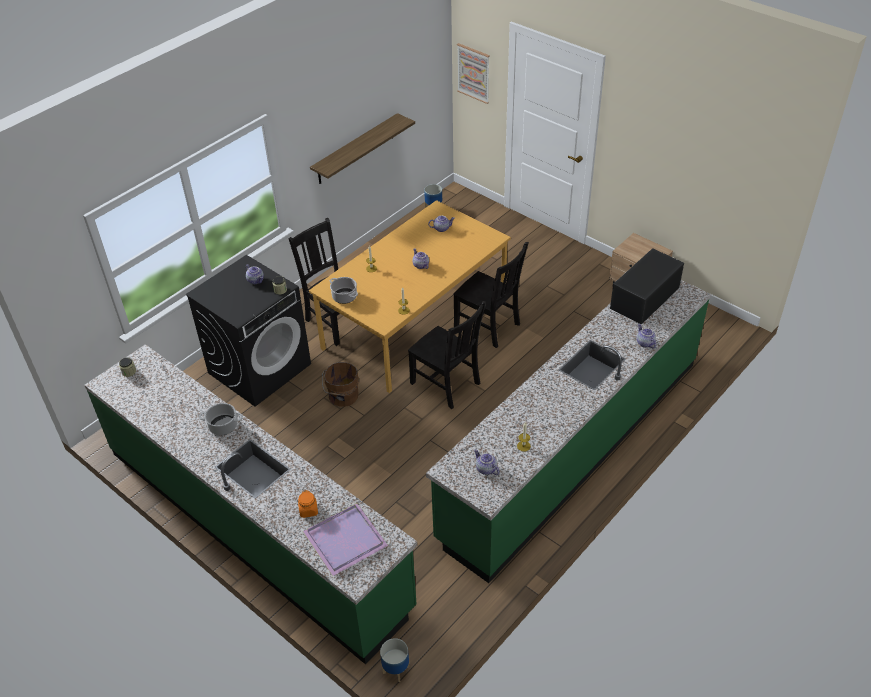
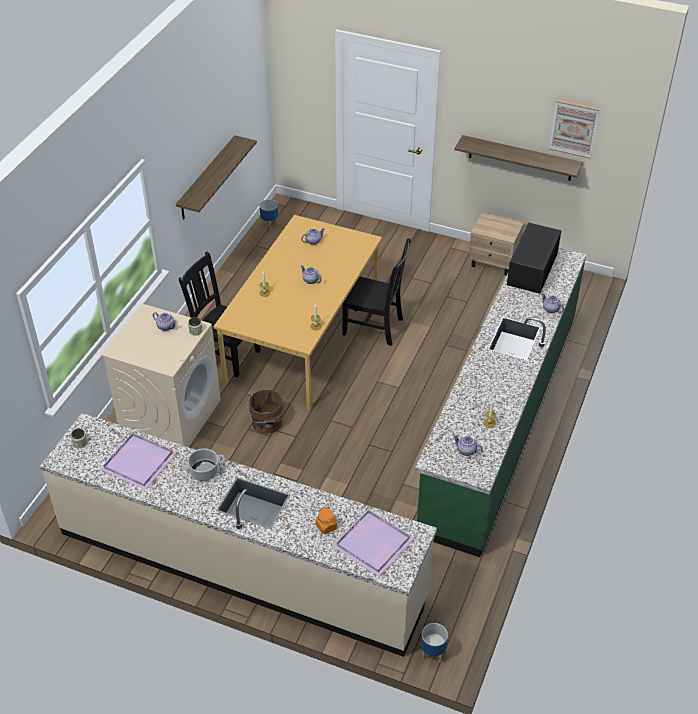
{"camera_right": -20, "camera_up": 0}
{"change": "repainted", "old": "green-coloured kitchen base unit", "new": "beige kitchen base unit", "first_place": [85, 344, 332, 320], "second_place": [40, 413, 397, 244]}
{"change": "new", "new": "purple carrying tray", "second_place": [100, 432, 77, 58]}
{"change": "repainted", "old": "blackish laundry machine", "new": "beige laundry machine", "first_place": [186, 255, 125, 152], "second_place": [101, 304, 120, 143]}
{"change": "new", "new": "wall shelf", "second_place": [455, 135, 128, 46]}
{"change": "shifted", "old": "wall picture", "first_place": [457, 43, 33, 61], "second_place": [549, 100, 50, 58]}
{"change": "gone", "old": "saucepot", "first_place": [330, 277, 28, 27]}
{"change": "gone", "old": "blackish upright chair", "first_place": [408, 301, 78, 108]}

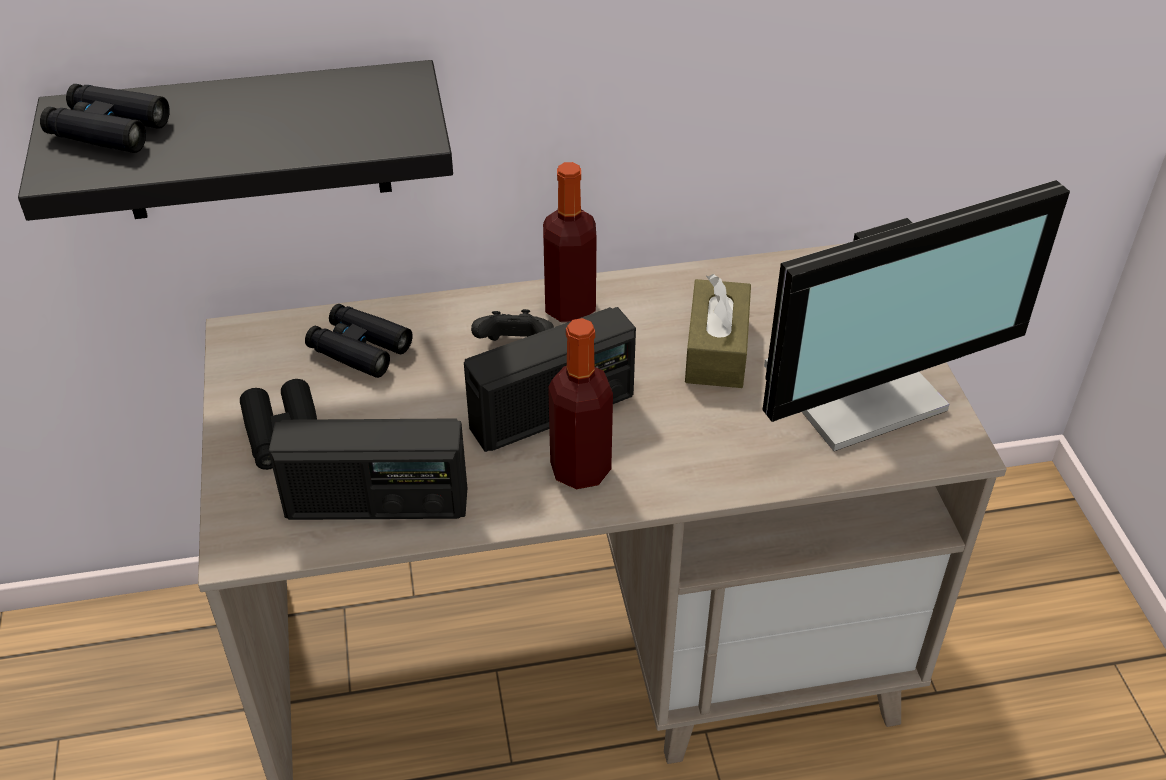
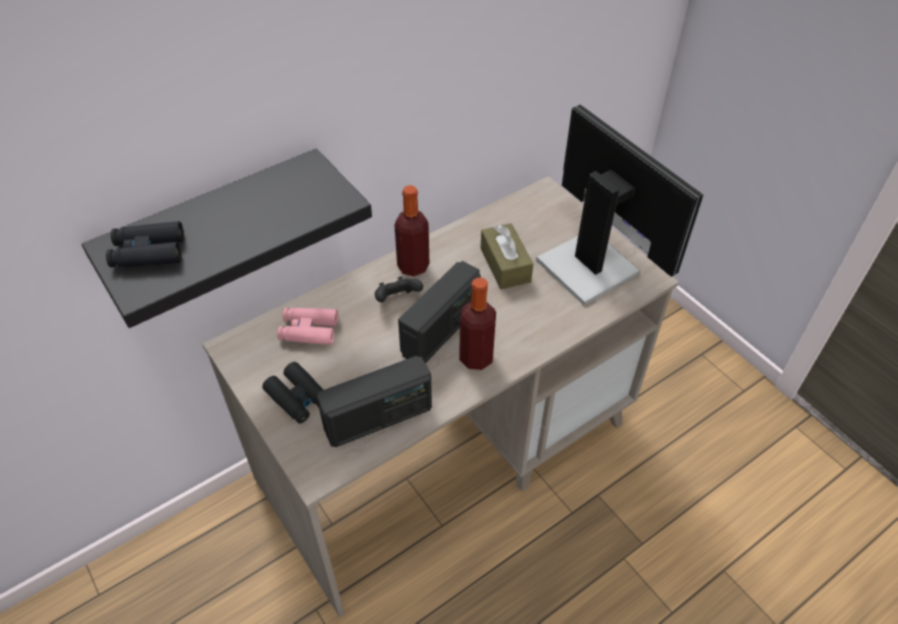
{"camera_right": -25, "camera_up": 5}
{"change": "repainted", "old": "blackish binoculars", "new": "pink-coloured binoculars", "first_place": [305, 304, 107, 74], "second_place": [277, 308, 61, 37]}
{"change": "rotated", "old": "computer display", "first_place": [762, 180, 308, 271], "second_place": [536, 104, 167, 201], "degrees": -75}

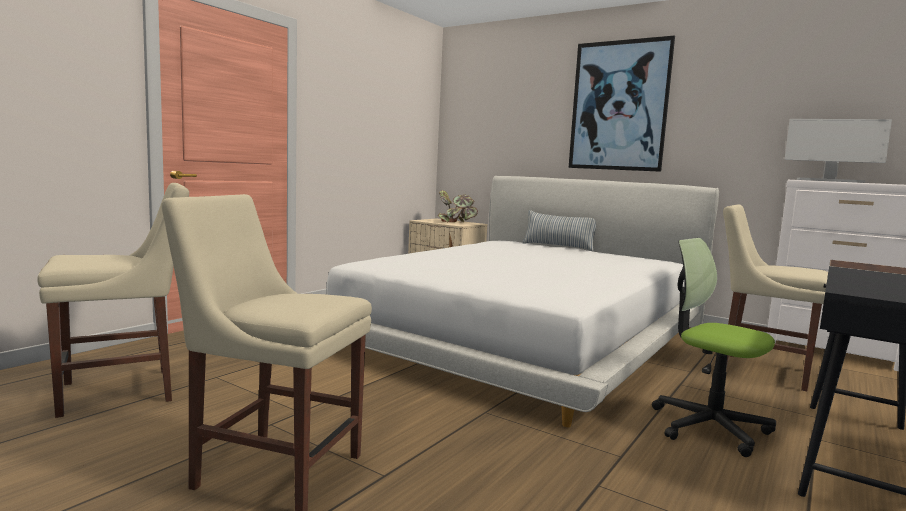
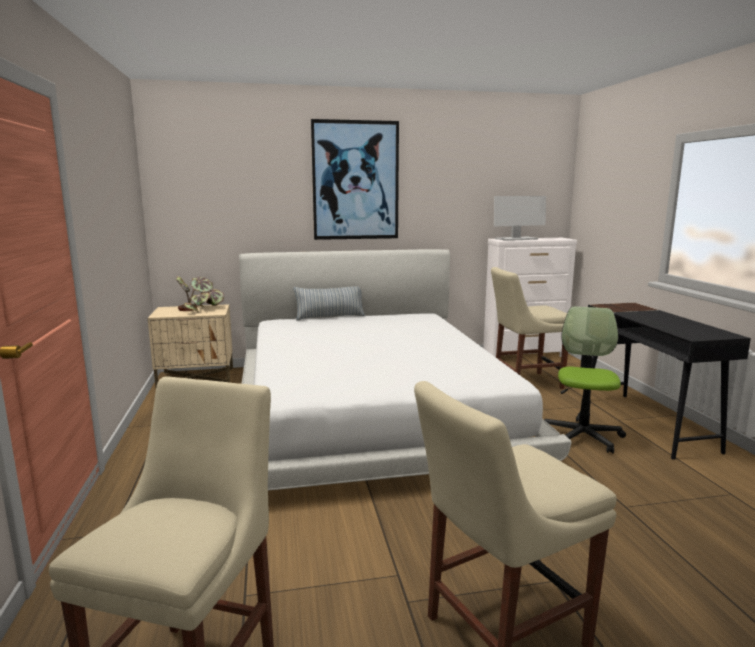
{"camera_right": -45, "camera_up": 5}
{"change": "rotated", "old": "desk chair", "first_place": [652, 238, 124, 219], "second_place": [544, 306, 82, 147], "degrees": 105}

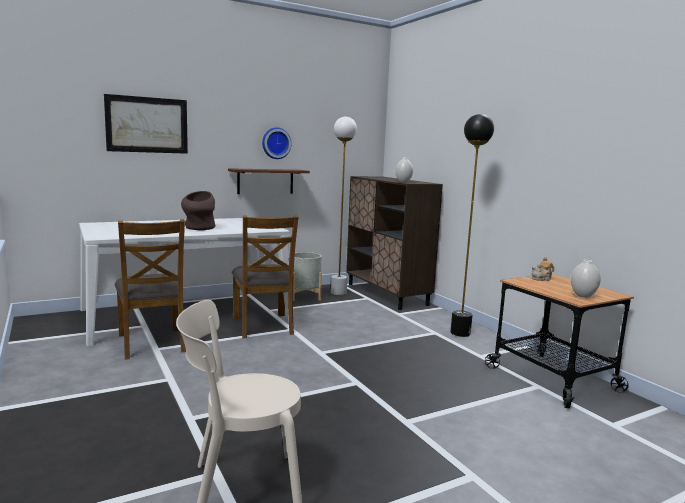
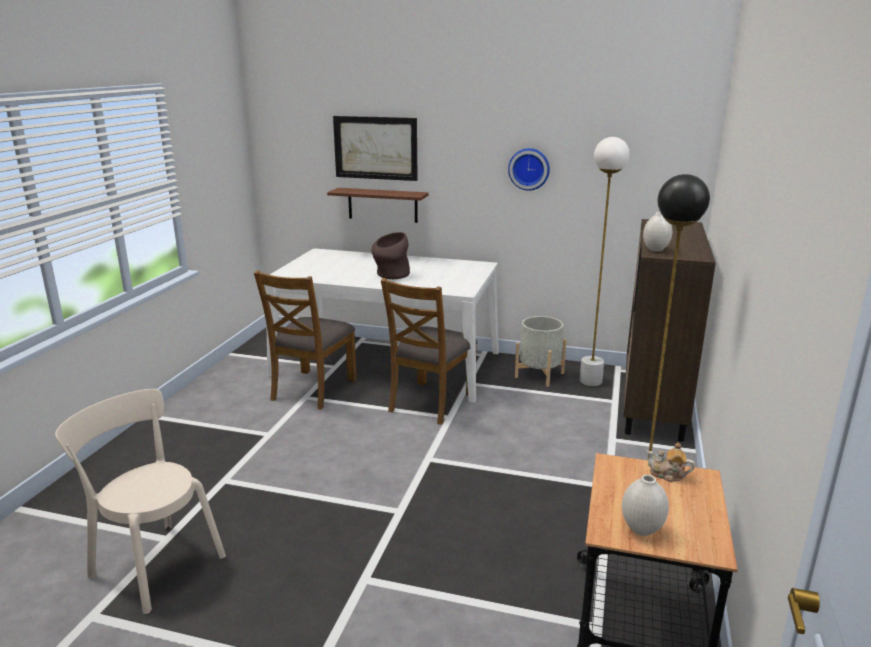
{"camera_right": 45, "camera_up": 10}
{"change": "shifted", "old": "brownish wall shelf", "first_place": [228, 168, 82, 26], "second_place": [327, 188, 102, 35]}

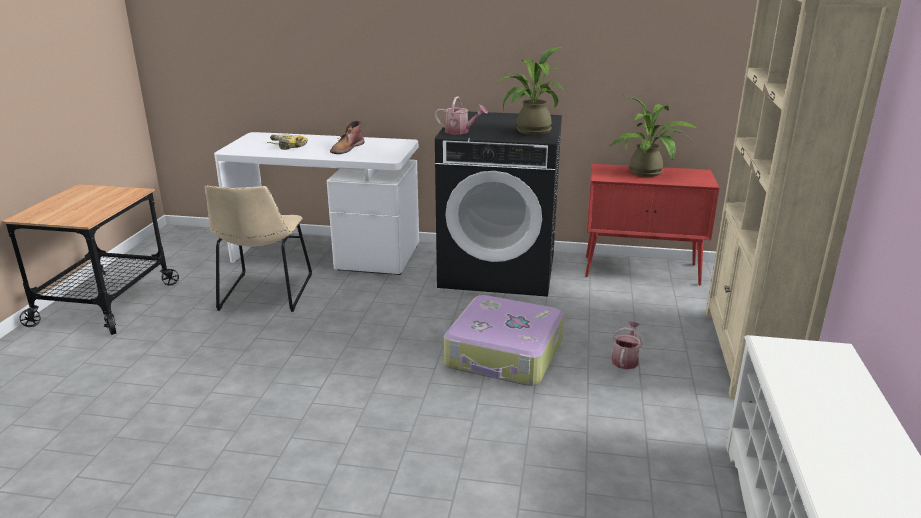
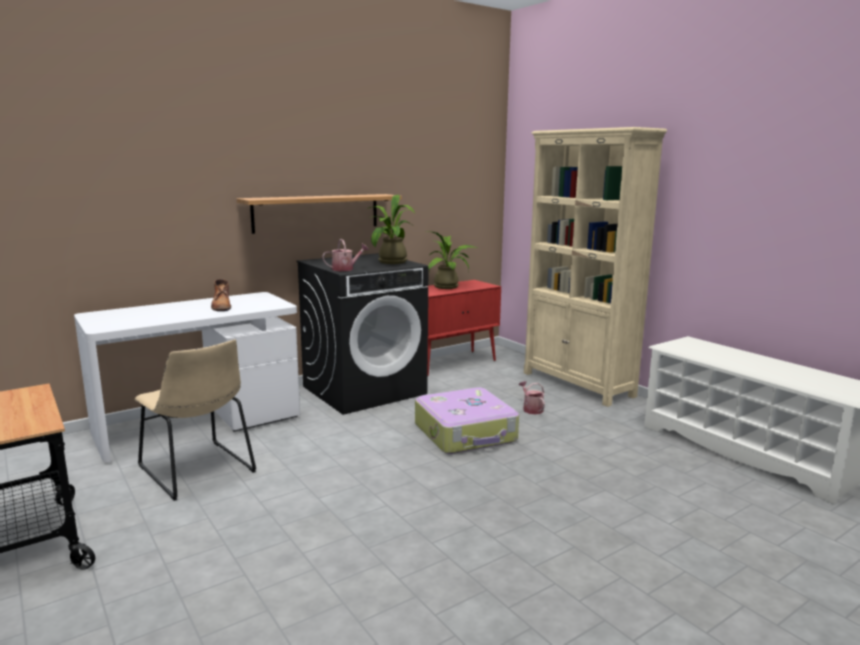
{"camera_right": -45, "camera_up": -10}
{"change": "new", "new": "wall shelf", "second_place": [237, 194, 165, 40]}
{"change": "gone", "old": "electric drill", "first_place": [267, 134, 41, 16]}

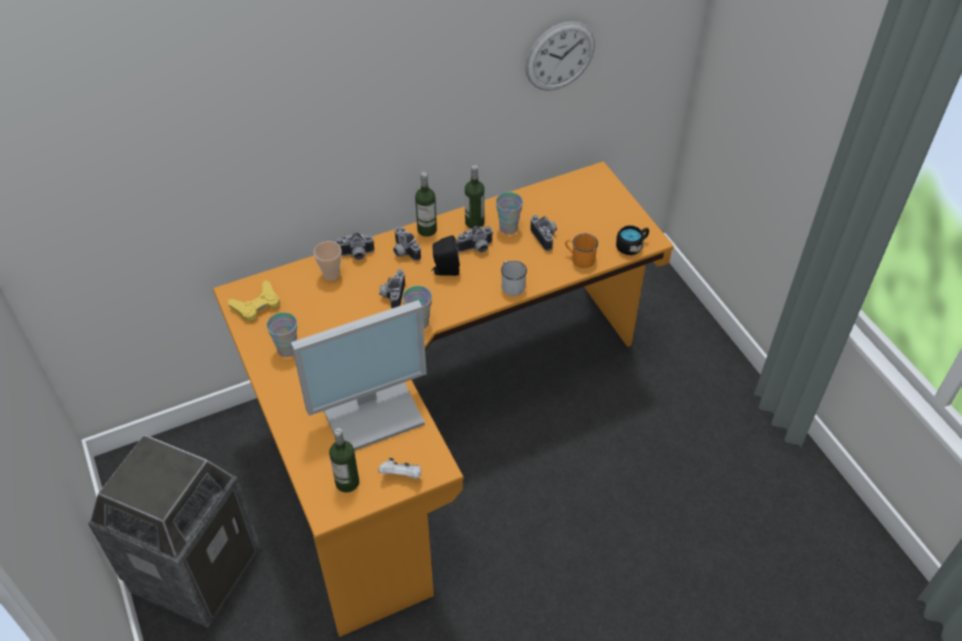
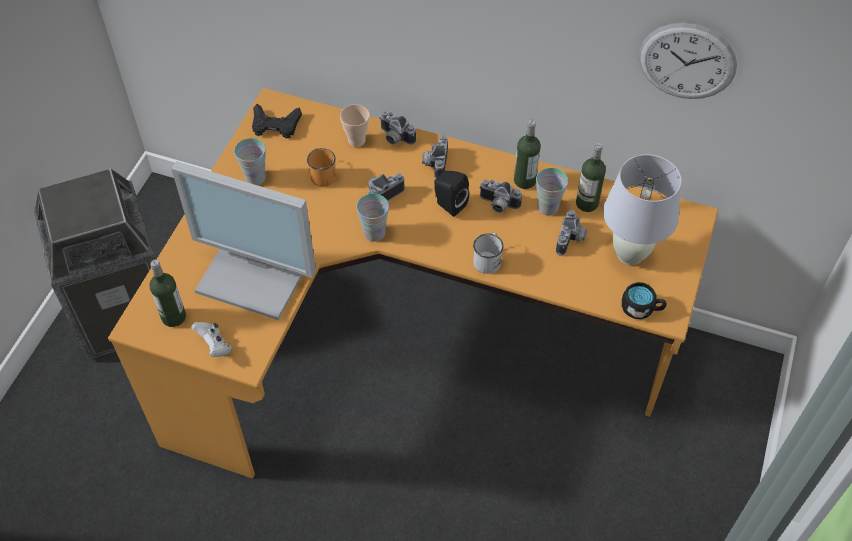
{"camera_right": 45, "camera_up": 5}
{"change": "repainted", "old": "yellowish game controller", "new": "blackish game controller", "first_place": [228, 280, 52, 42], "second_place": [252, 104, 50, 35]}
{"change": "shifted", "old": "orangey mug", "first_place": [565, 234, 33, 34], "second_place": [307, 148, 29, 39]}
{"change": "shifted", "old": "bottle", "first_place": [415, 172, 22, 65], "second_place": [576, 143, 30, 69]}
{"change": "new", "new": "whitish lamp for a table", "second_place": [603, 154, 78, 111]}

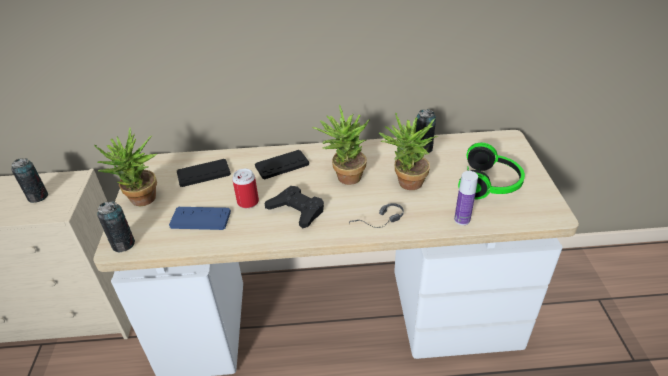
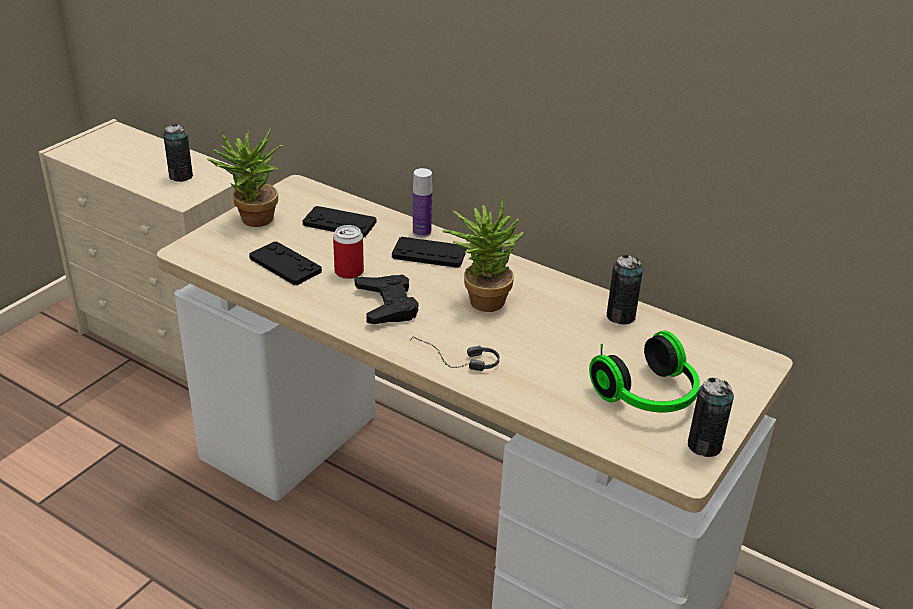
{"camera_right": 35, "camera_up": -5}
{"change": "repainted", "old": "blue game controller", "new": "blackish game controller", "first_place": [169, 207, 62, 23], "second_place": [249, 241, 73, 44]}
{"change": "shifted", "old": "bottle", "first_place": [454, 171, 24, 54], "second_place": [413, 168, 19, 69]}
{"change": "shifted", "old": "sealed can", "first_place": [97, 201, 38, 51], "second_place": [688, 378, 46, 79]}
{"change": "gone", "old": "plant in a pot", "first_place": [379, 112, 59, 78]}

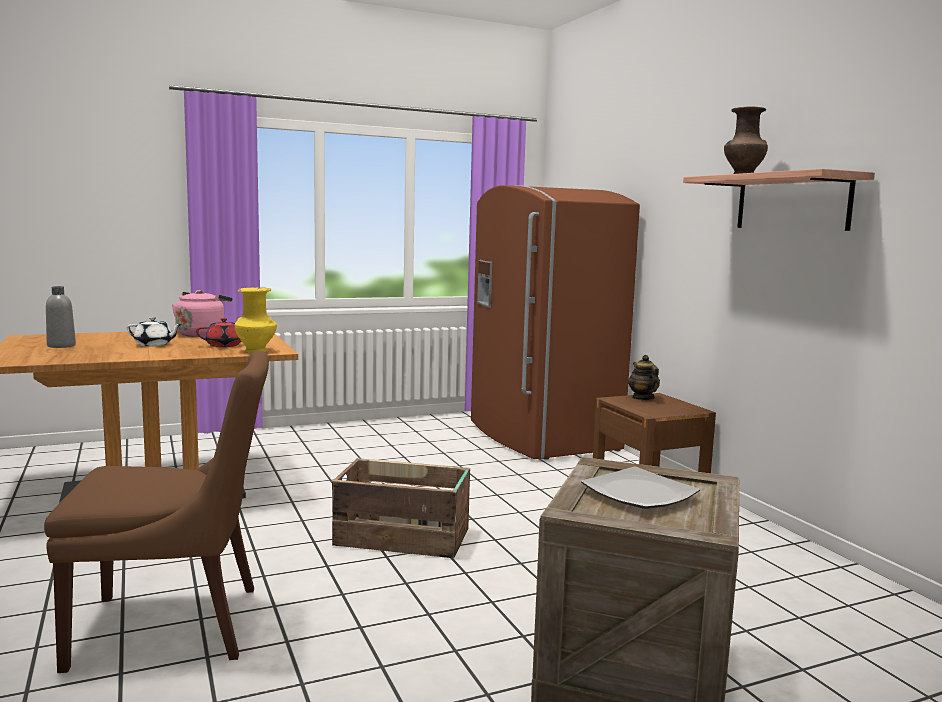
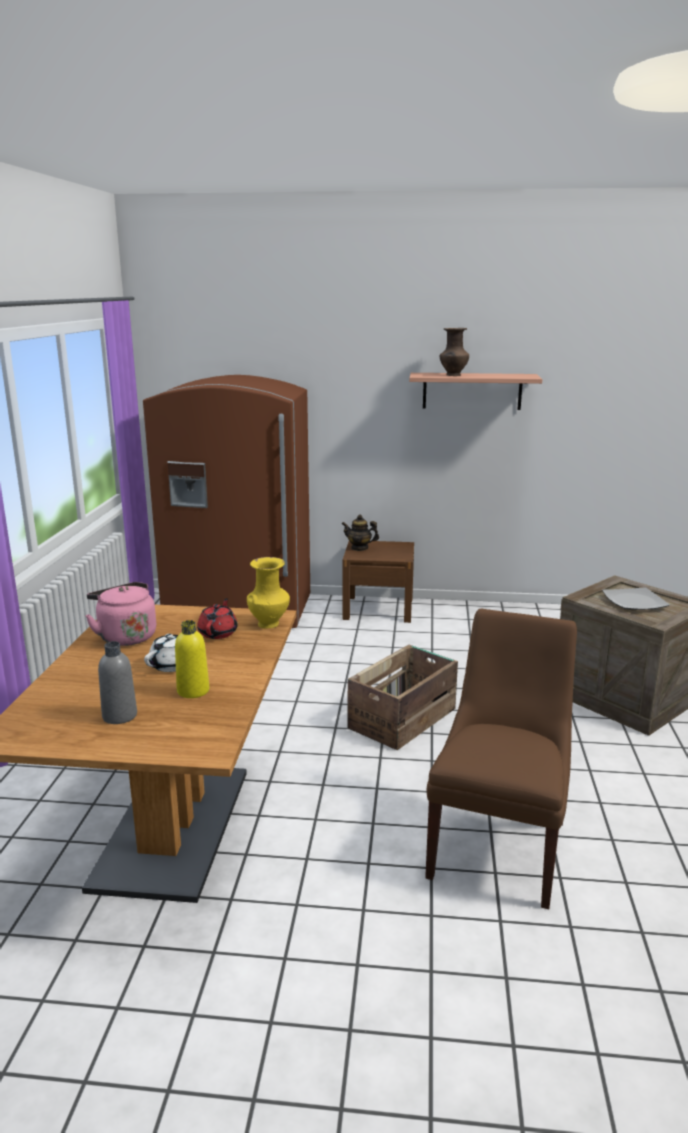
{"camera_right": -60, "camera_up": 10}
{"change": "new", "new": "yellowish bottle", "second_place": [175, 620, 34, 78]}

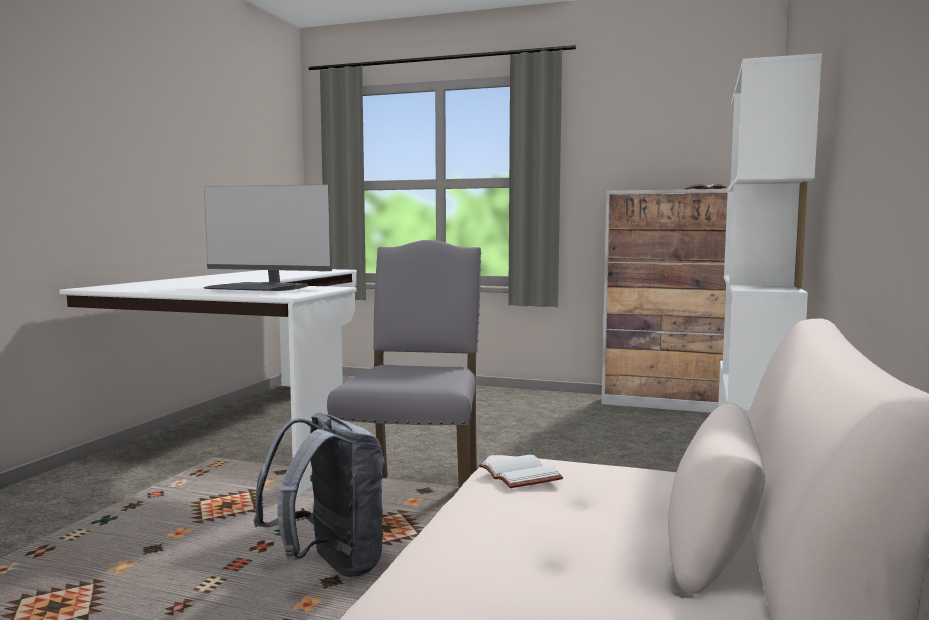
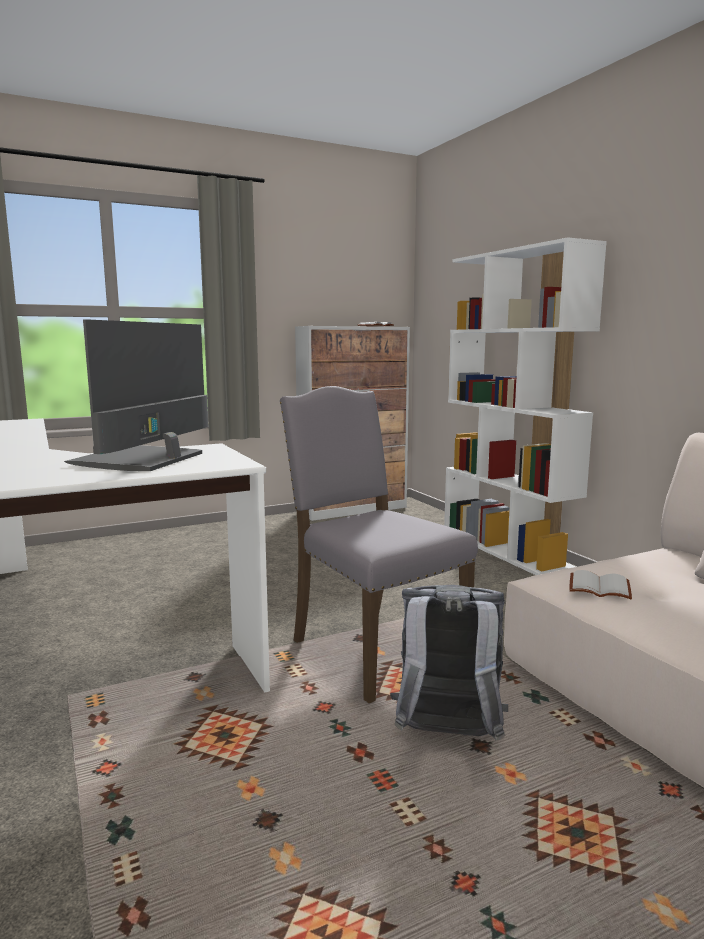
{"camera_right": -45, "camera_up": 5}
{"change": "rotated", "old": "computer display", "first_place": [203, 184, 129, 107], "second_place": [64, 319, 144, 152], "degrees": 135}

